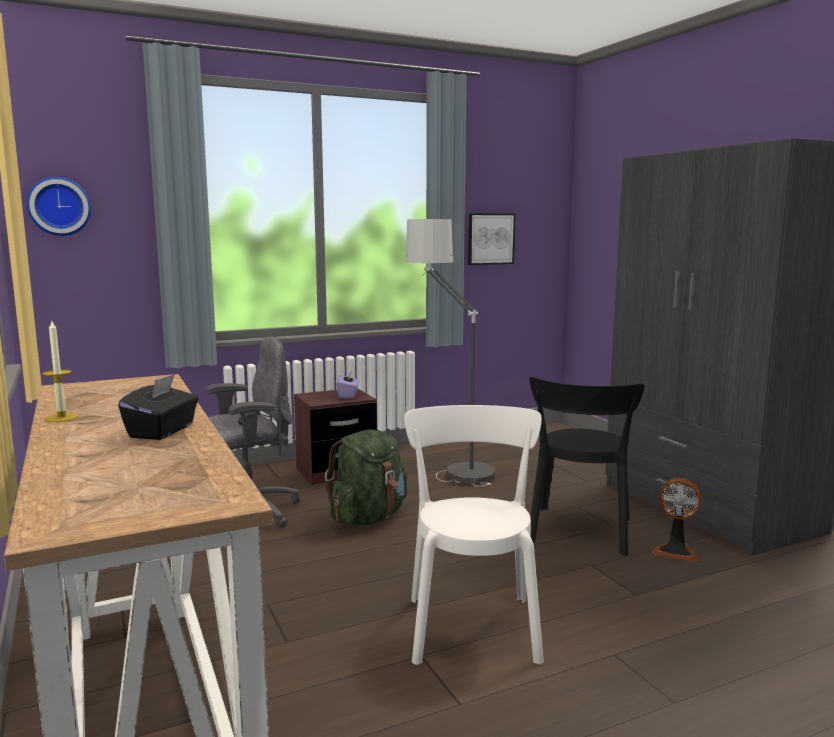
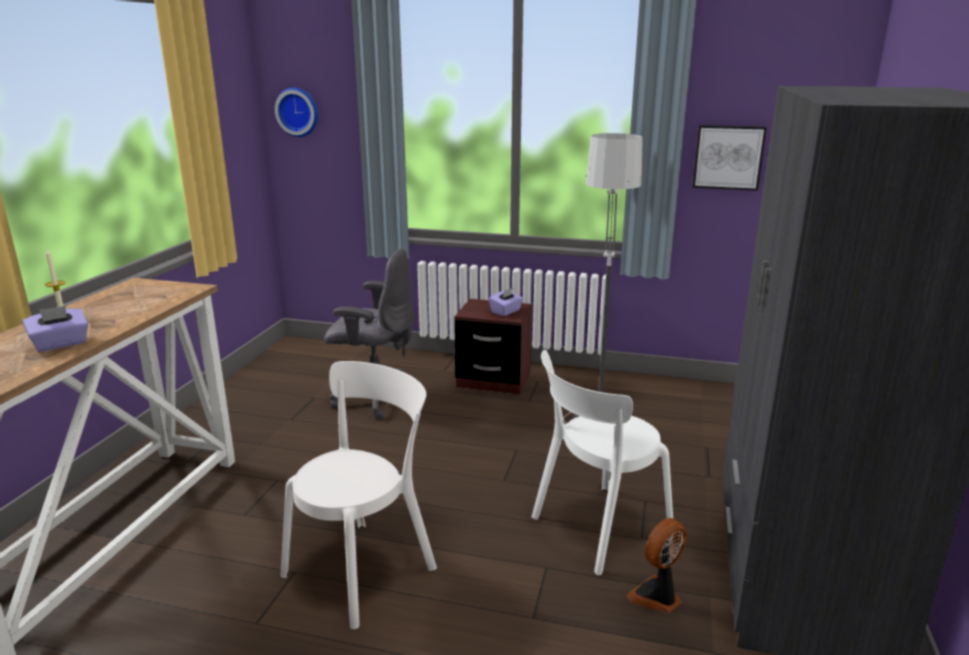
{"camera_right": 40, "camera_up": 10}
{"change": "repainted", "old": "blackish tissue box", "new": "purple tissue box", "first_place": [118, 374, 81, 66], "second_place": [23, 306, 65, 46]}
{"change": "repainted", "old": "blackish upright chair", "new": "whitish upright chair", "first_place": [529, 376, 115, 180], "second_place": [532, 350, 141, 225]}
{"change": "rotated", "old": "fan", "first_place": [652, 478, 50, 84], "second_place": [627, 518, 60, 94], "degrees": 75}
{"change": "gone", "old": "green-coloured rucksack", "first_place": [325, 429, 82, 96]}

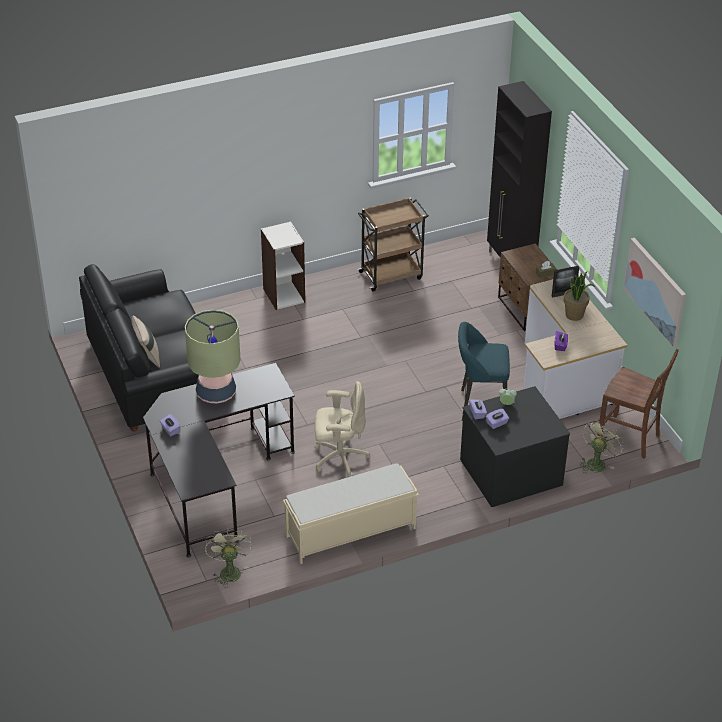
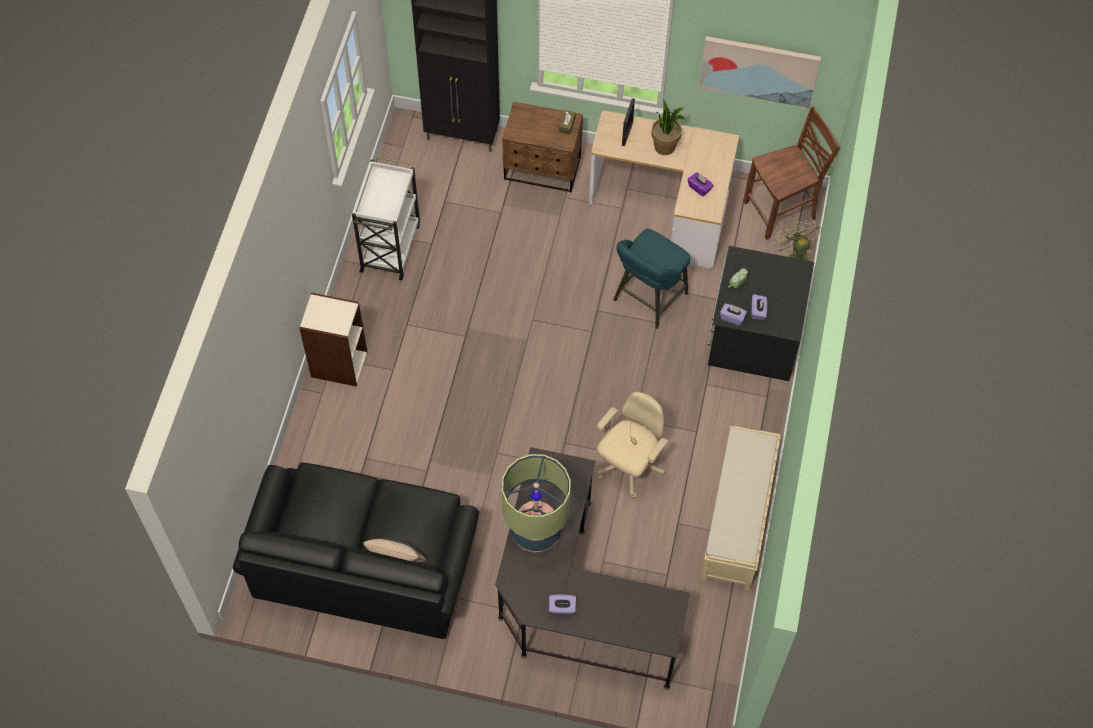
{"camera_right": -55, "camera_up": 20}
{"change": "repainted", "old": "brownish trolley", "new": "whitish trolley", "first_place": [357, 197, 72, 94], "second_place": [352, 156, 68, 124]}
{"change": "gone", "old": "green-coloured fan", "first_place": [205, 528, 47, 60]}

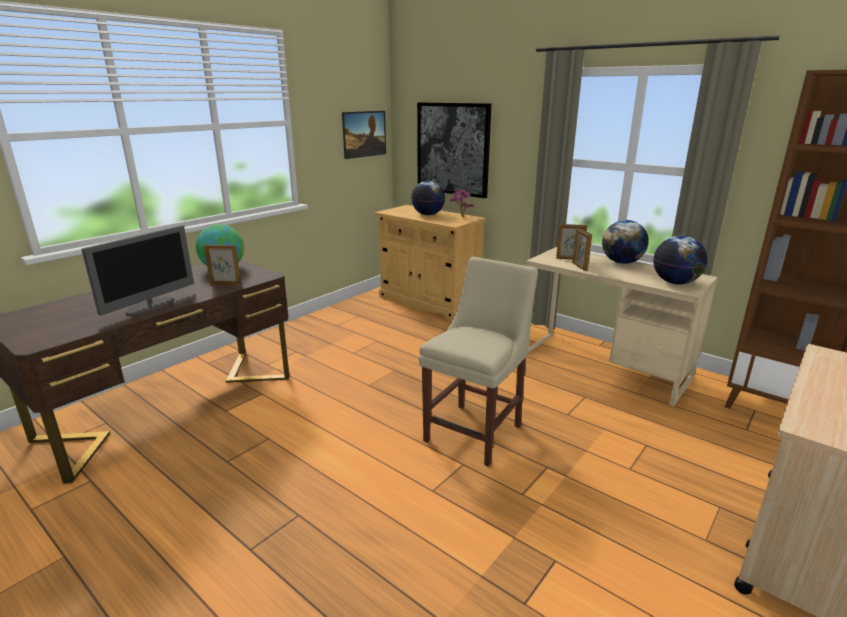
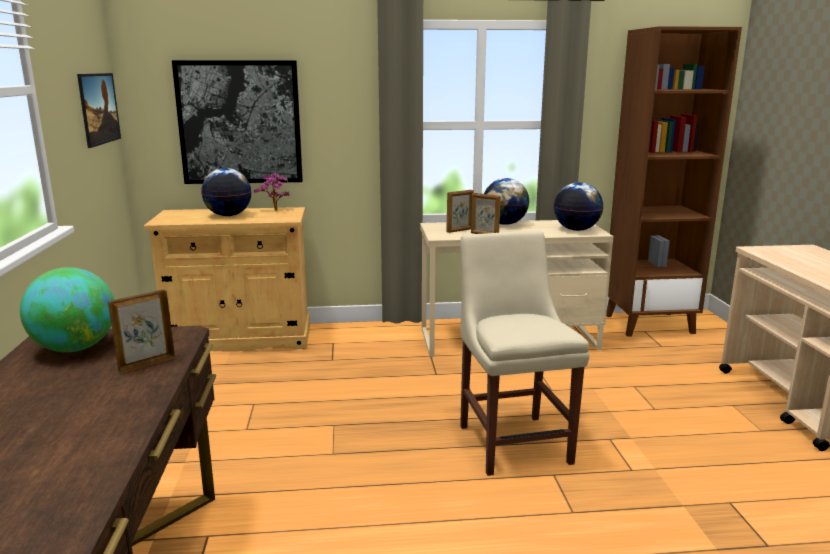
{"camera_right": -45, "camera_up": -5}
{"change": "gone", "old": "computer display", "first_place": [81, 225, 113, 91]}

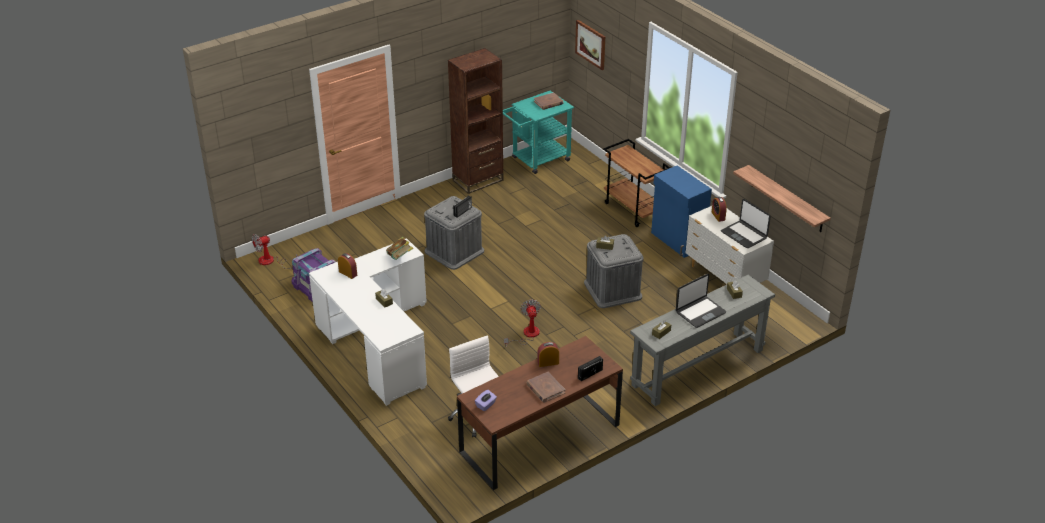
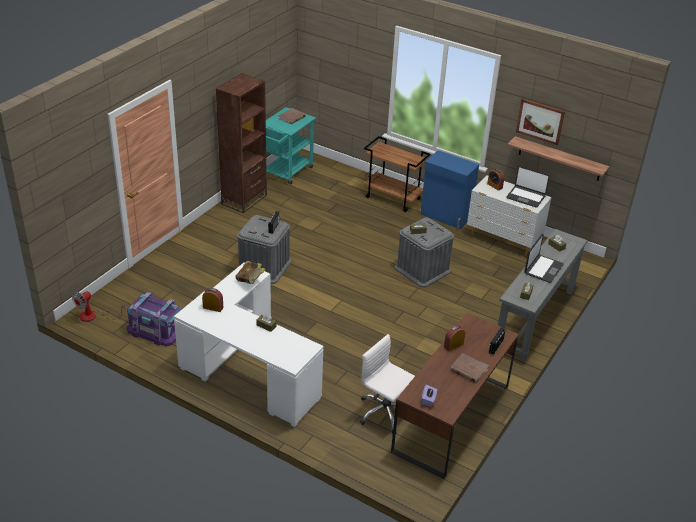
{"camera_right": -25, "camera_up": 0}
{"change": "shifted", "old": "wall picture", "first_place": [575, 20, 30, 50], "second_place": [516, 99, 49, 46]}
{"change": "gone", "old": "fan", "first_place": [504, 299, 37, 48]}

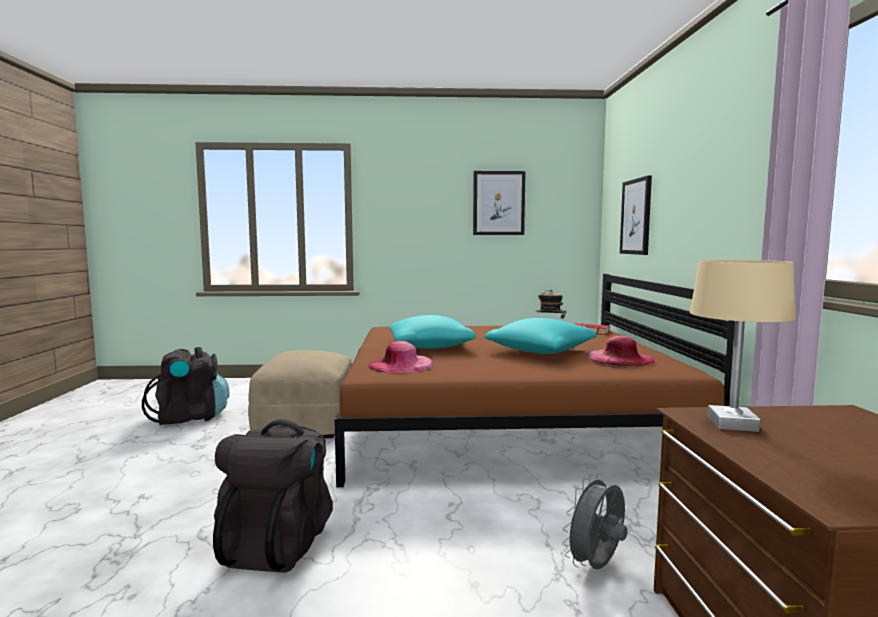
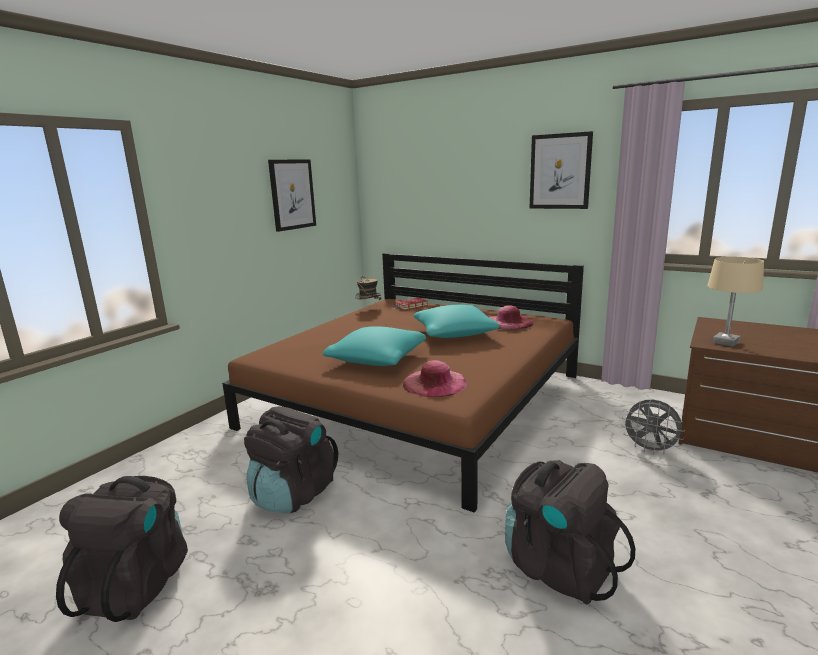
{"camera_right": -55, "camera_up": 10}
{"change": "swapped", "old": "beige pouffe", "new": "blackish rucksack", "first_place": [248, 350, 103, 88], "second_place": [244, 406, 94, 107]}
{"change": "shifted", "old": "wall picture", "first_place": [620, 175, 32, 80], "second_place": [529, 131, 64, 78]}
{"change": "rotated", "old": "greyish fan", "first_place": [562, 473, 66, 96], "second_place": [621, 400, 64, 55], "degrees": -45}

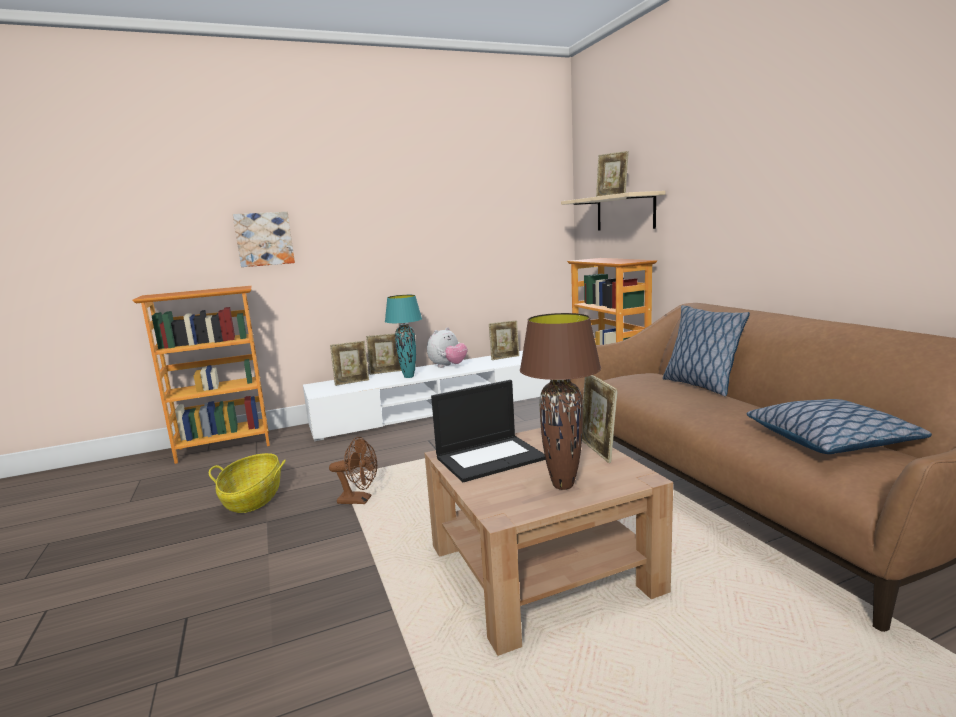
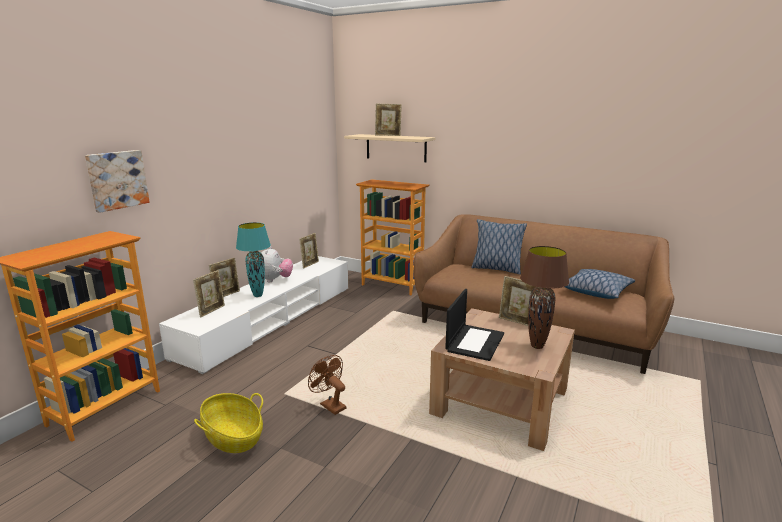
{"camera_right": -40, "camera_up": 5}
{"change": "rotated", "old": "brownish fan", "first_place": [329, 437, 48, 67], "second_place": [308, 355, 38, 60], "degrees": -105}

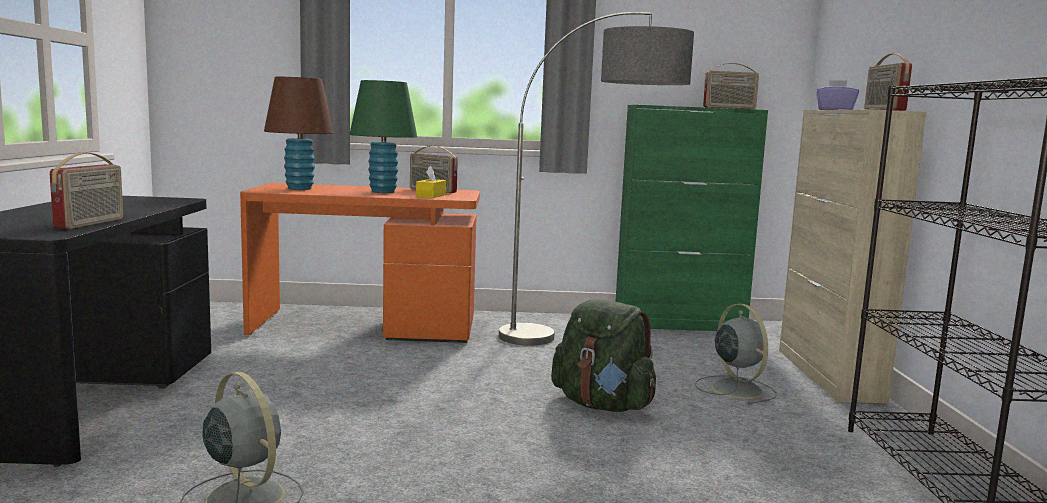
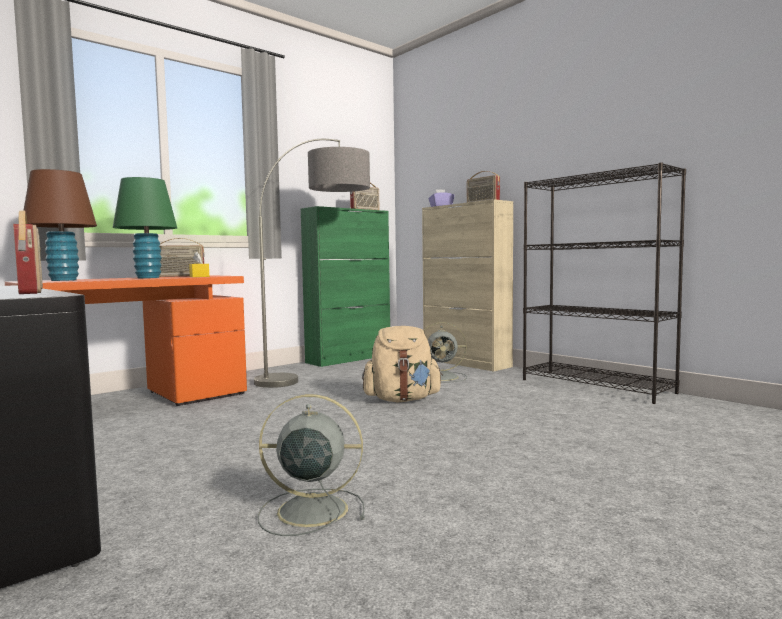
{"camera_right": -40, "camera_up": -5}
{"change": "repainted", "old": "green-coloured rucksack", "new": "beige rucksack", "first_place": [551, 299, 105, 113], "second_place": [362, 326, 81, 76]}
{"change": "rotated", "old": "greyish fan", "first_place": [695, 304, 82, 101], "second_place": [424, 322, 43, 60], "degrees": 150}

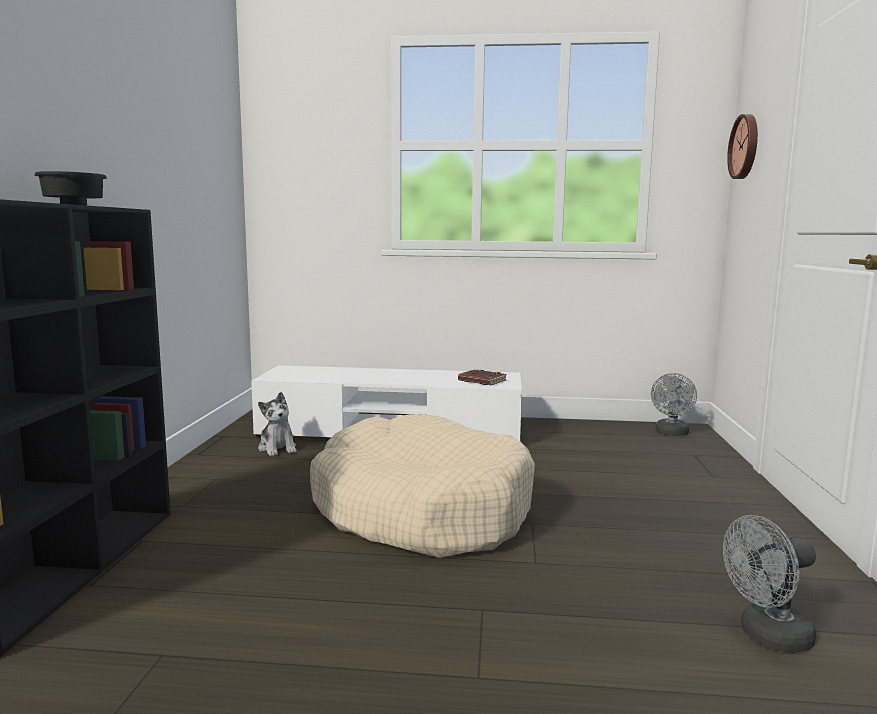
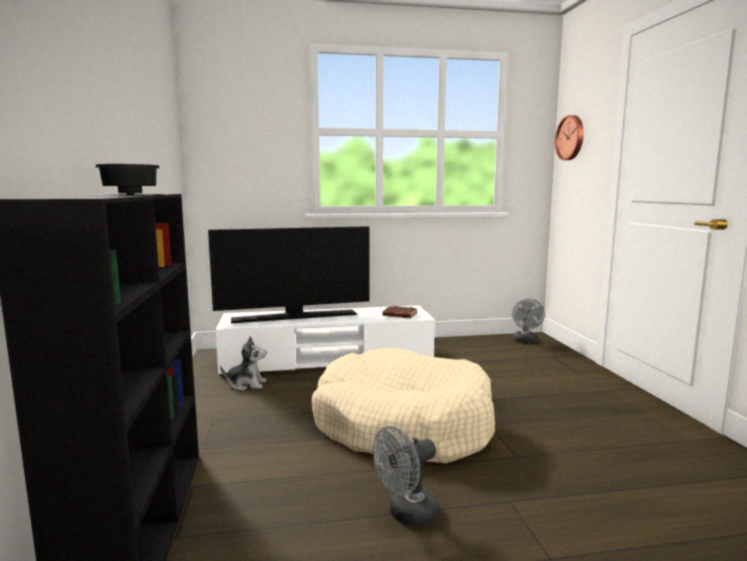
{"camera_right": -15, "camera_up": 0}
{"change": "new", "new": "TV", "second_place": [208, 226, 162, 97]}
{"change": "rotated", "old": "cuddly toy", "first_place": [258, 392, 39, 64], "second_place": [220, 336, 47, 55], "degrees": -45}
{"change": "shifted", "old": "greyish fan", "first_place": [723, 515, 93, 138], "second_place": [373, 426, 67, 100]}

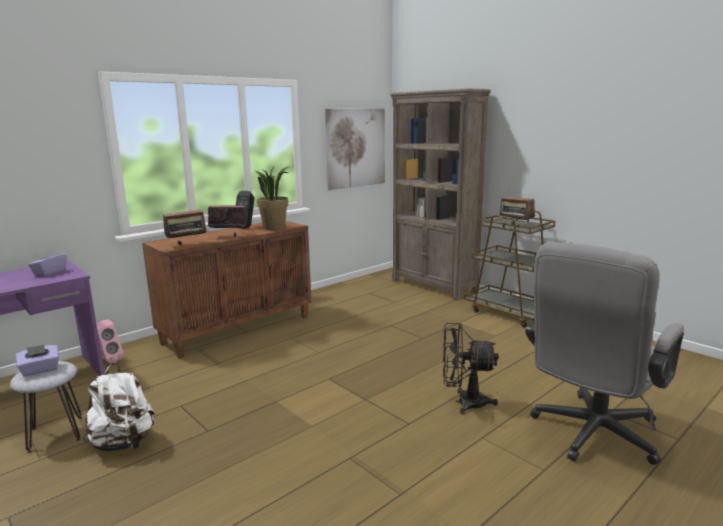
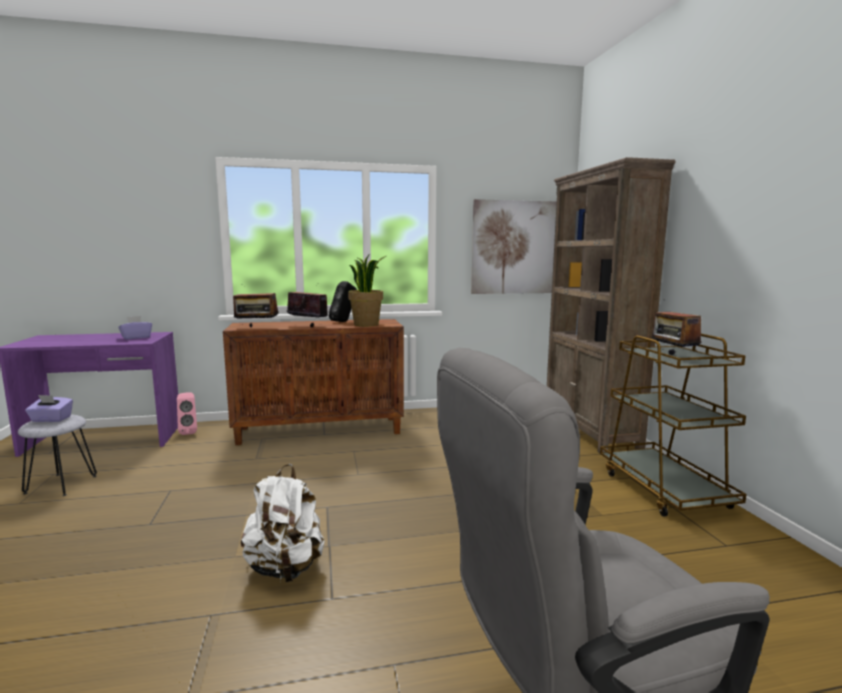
{"camera_right": 30, "camera_up": -5}
{"change": "shifted", "old": "whitish rucksack", "first_place": [82, 362, 73, 89], "second_place": [241, 464, 83, 118]}
{"change": "gone", "old": "blackish fan", "first_place": [443, 323, 56, 91]}

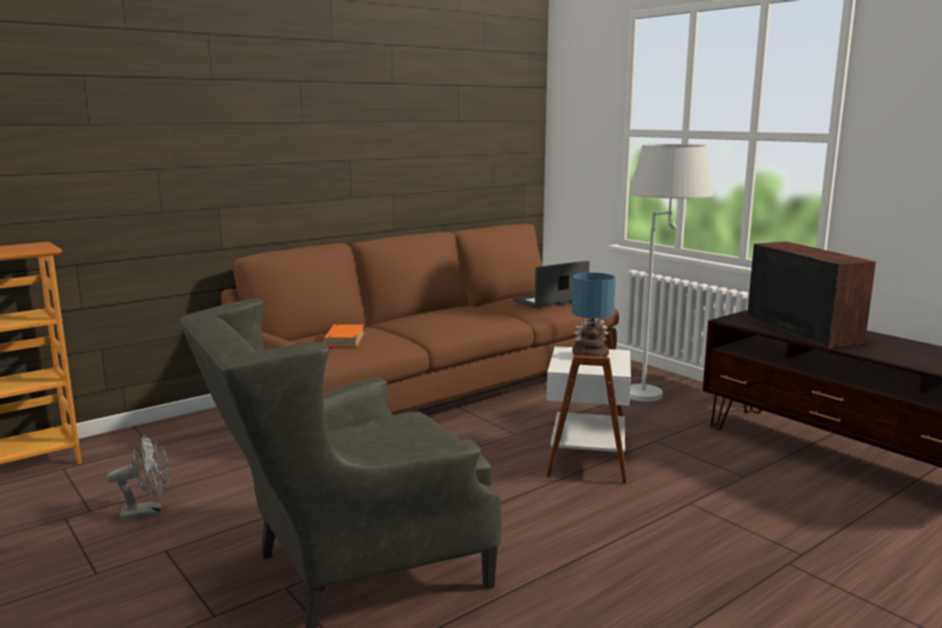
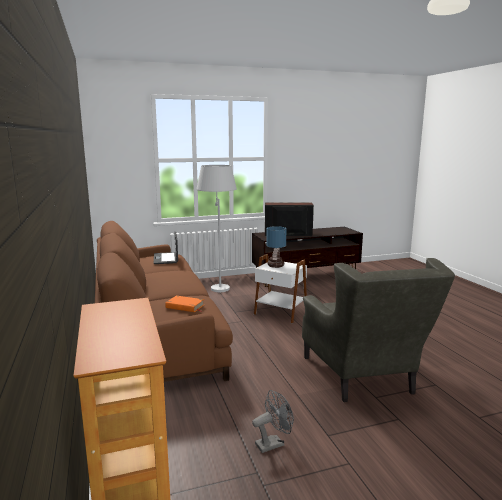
{"camera_right": -70, "camera_up": 0}
{"change": "rotated", "old": "greyish fan", "first_place": [107, 435, 63, 85], "second_place": [252, 390, 42, 63], "degrees": 60}

